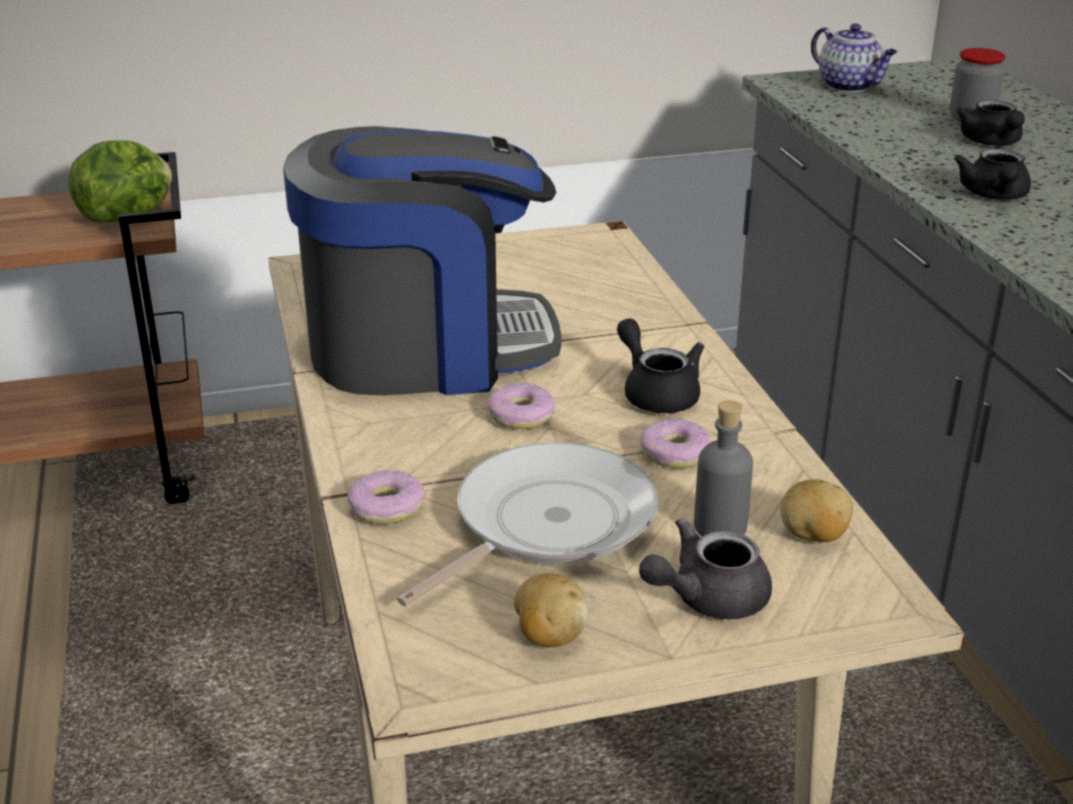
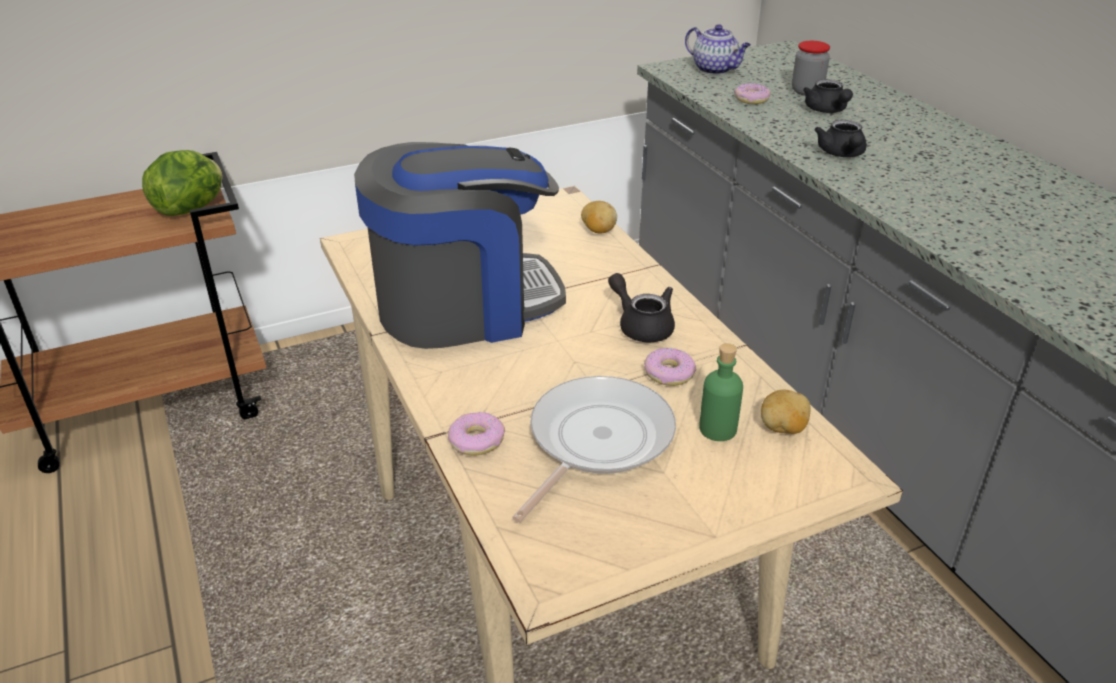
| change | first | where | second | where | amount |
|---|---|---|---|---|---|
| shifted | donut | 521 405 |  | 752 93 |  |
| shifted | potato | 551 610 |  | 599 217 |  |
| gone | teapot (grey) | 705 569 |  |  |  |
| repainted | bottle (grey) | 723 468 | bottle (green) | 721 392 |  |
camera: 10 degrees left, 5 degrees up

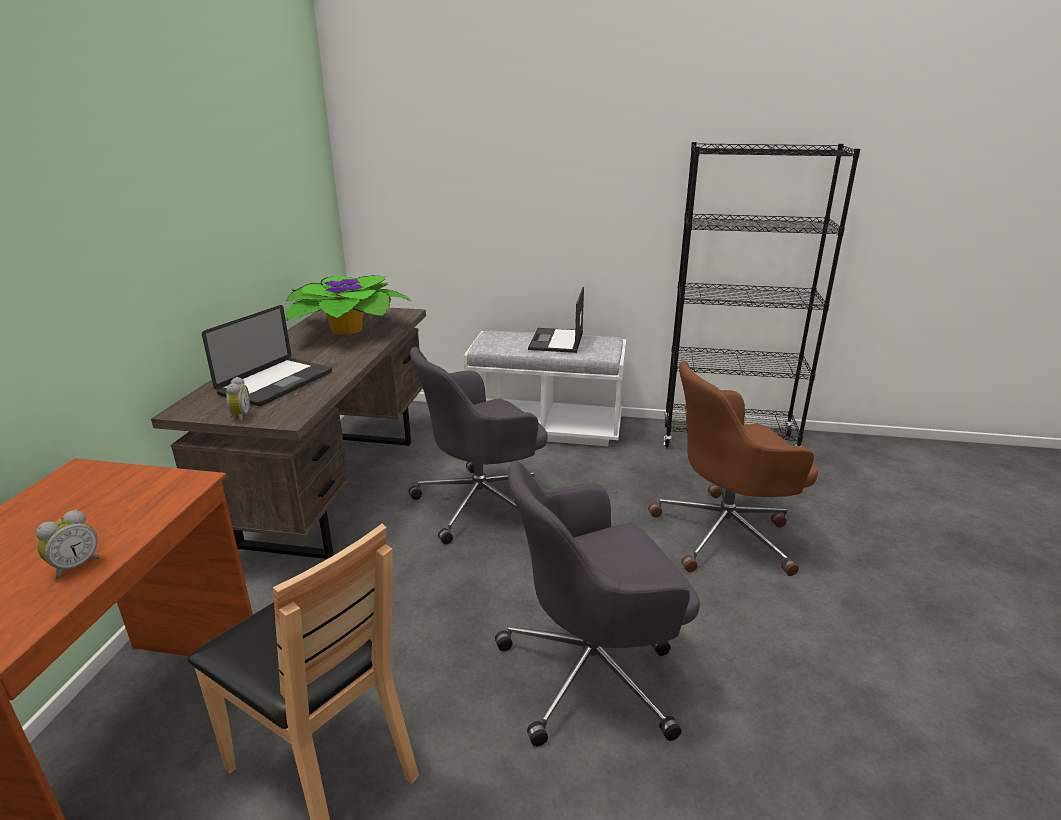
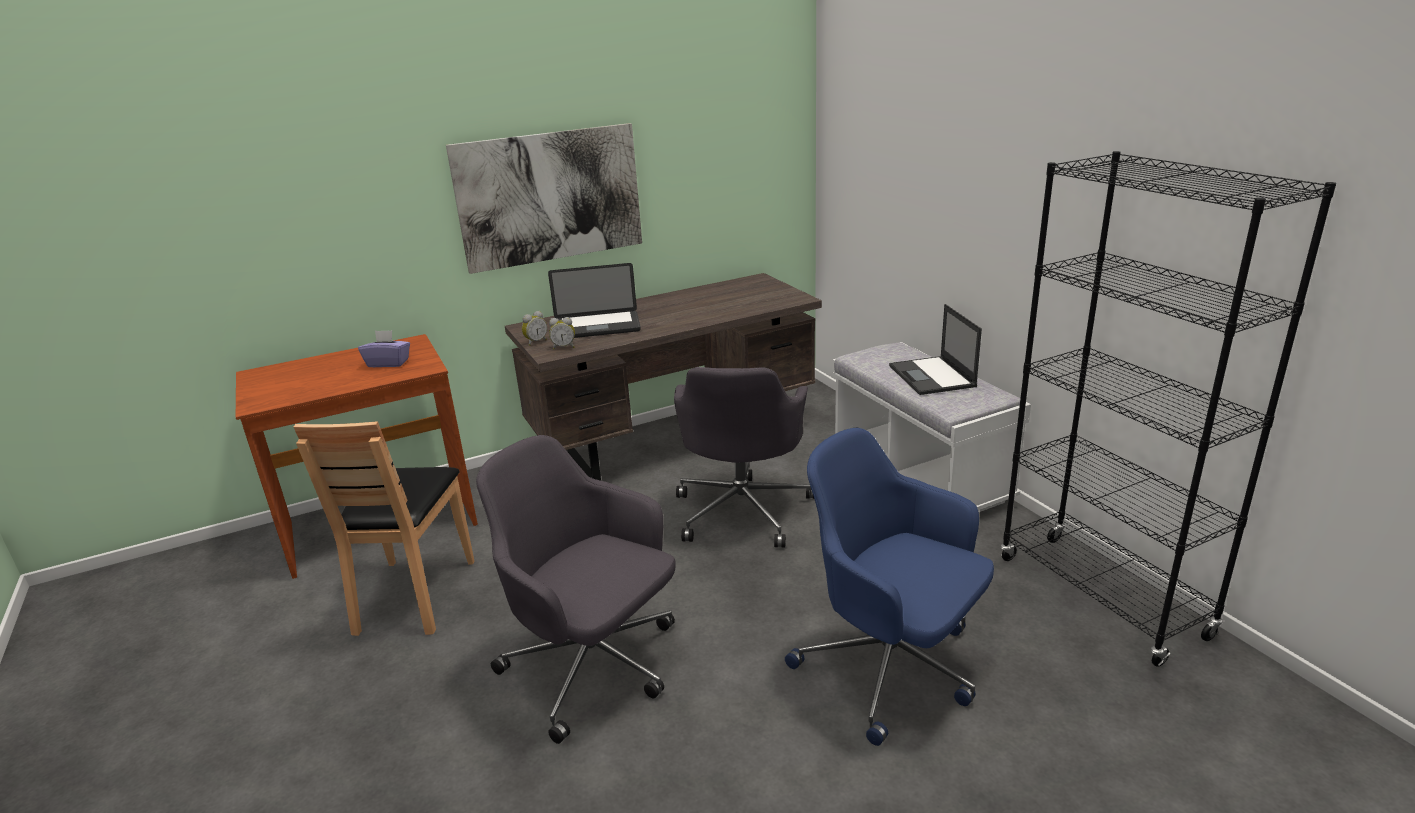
| change | first | where | second | where | amount |
|---|---|---|---|---|---|
| shifted | alarm clock | 68 544 |  | 562 333 |  |
| gone | potted plant | 348 305 |  |  |  |
| rotated | office chair (grey) | 478 445 |  | 744 457 | 105 degrees counterclockwise |
| rotated | laptop | 556 320 |  | 935 349 | 75 degrees counterclockwise |
| repainted | office chair (brown) | 733 468 | office chair (blue) | 889 587 |  |
| new |  |  | tissue box (purple) | 384 348 |  |
| new |  |  | picture | 544 198 |  |
camera: 55 degrees right, 0 degrees up

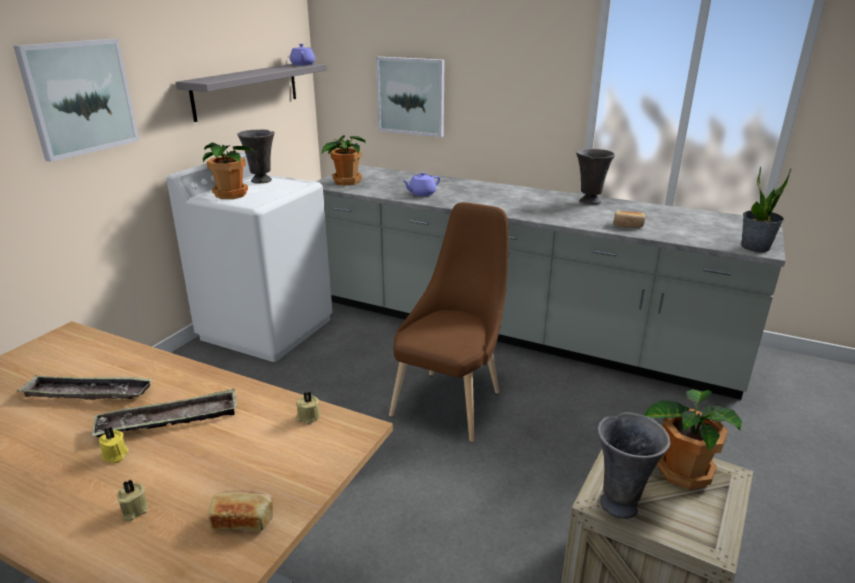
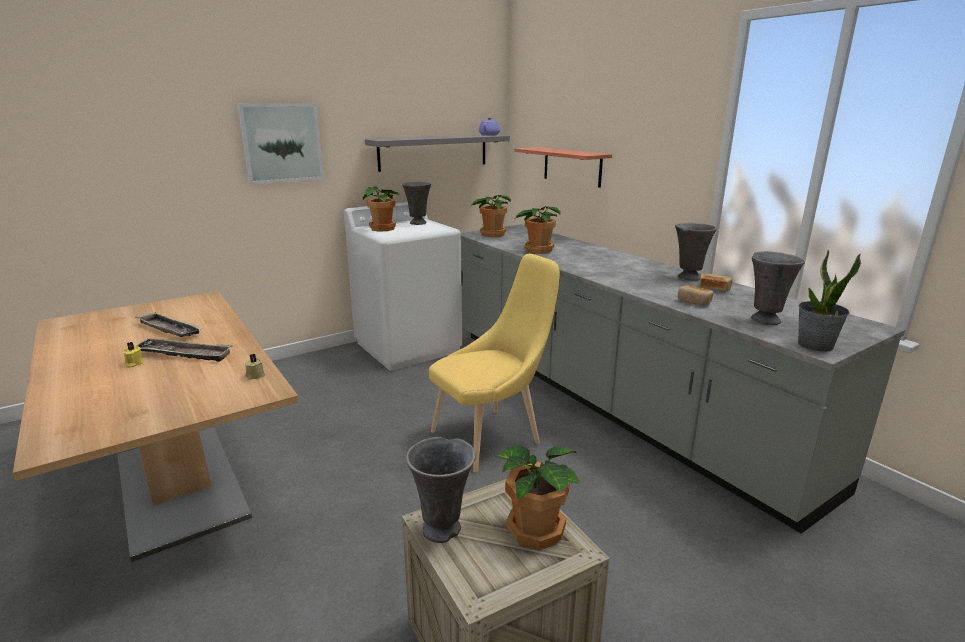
| change | first | where | second | where | amount |
|---|---|---|---|---|---|
| gone | candle (beige) | 132 500 |  |  |  |
| shifted | bread | 241 510 |  | 715 282 |  |
| swapped | picture | 410 97 | shelf | 563 167 |  |
| repainted | chair (brown) | 449 322 | chair (yellow) | 494 363 |  |
| swapped | teapot (purple) | 421 184 | potted plant | 538 230 |  |
| new |  |  | vase (grey) | 778 288 |  |
camera: 30 degrees right, 5 degrees down

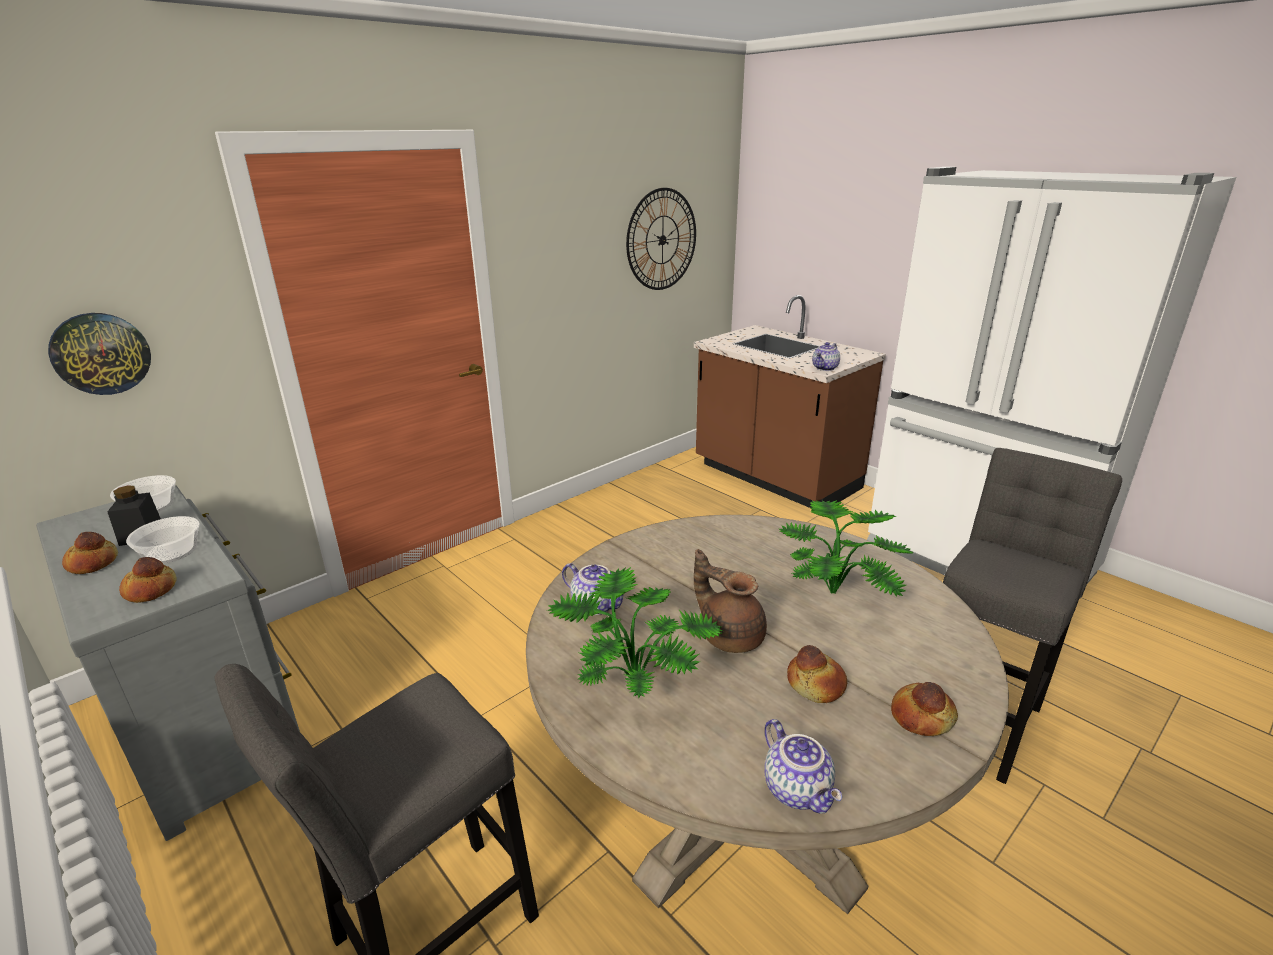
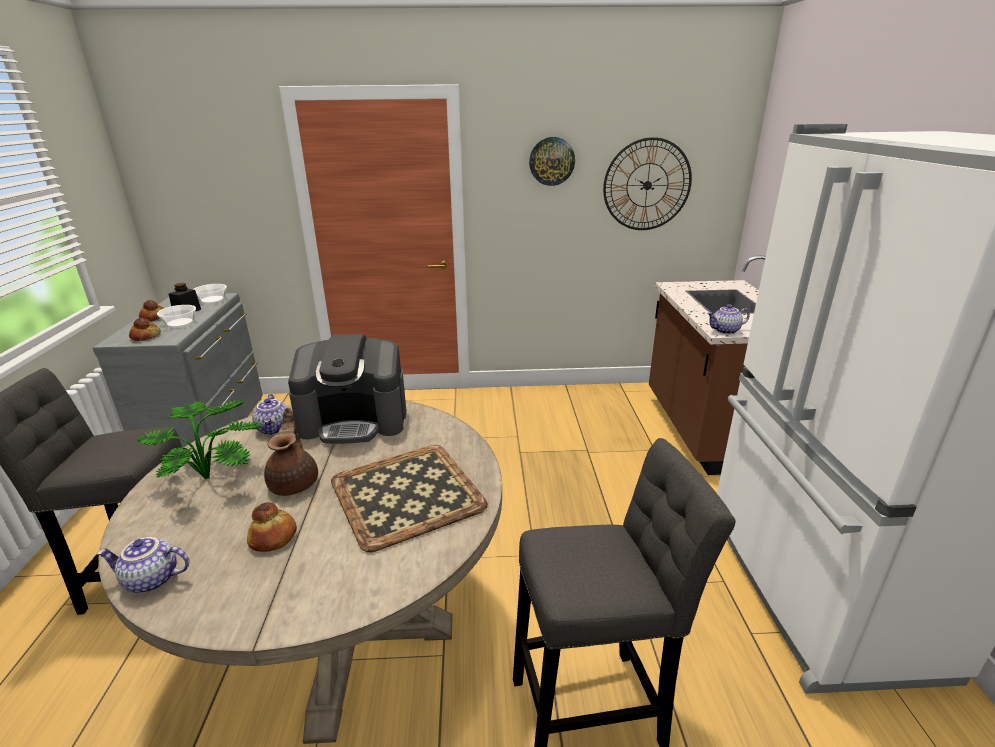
| change | first | where | second | where | amount |
|---|---|---|---|---|---|
| shifted | wall clock | 99 354 |  | 552 161 |  |
| rotated | teapot | 803 766 |  | 143 565 | 75 degrees clockwise |
| swapped | potted plant | 846 548 | tray | 409 498 |  |
| gone | bread | 924 709 |  |  |  |
| new |  |  | coffee machine | 347 389 |  |
camera: 40 degrees right, 0 degrees up

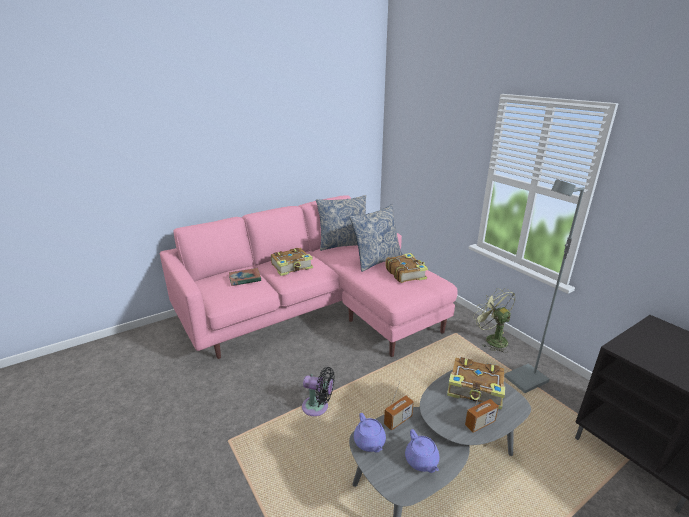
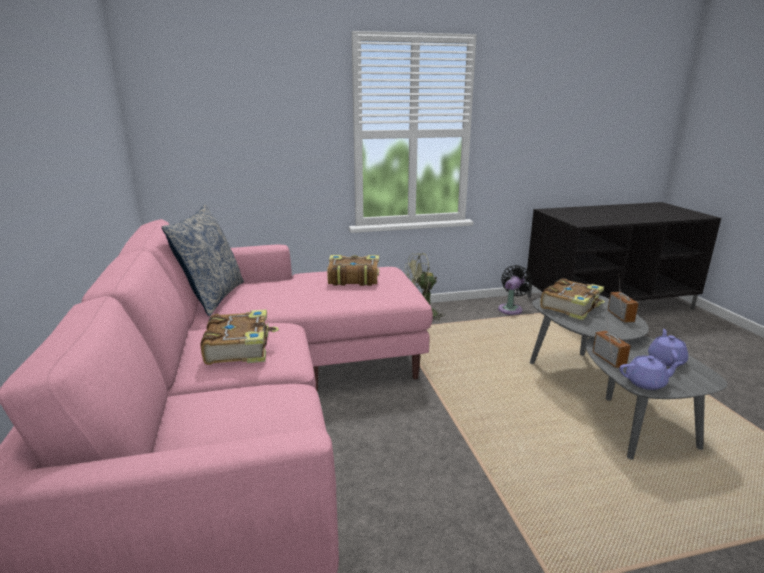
| change | first | where | second | where | amount |
|---|---|---|---|---|---|
| gone | book | 245 277 |  |  |  |
| shifted | fan (black) | 318 391 |  | 515 290 |  |
| gone | pillow | 376 238 |  |  |  |
| rotated | teapot (purple) | 422 451 |  | 668 348 | 75 degrees counterclockwise |
| gone | floor lamp (grey) | 544 286 |  |  |  |
camera: 70 degrees left, 5 degrees down

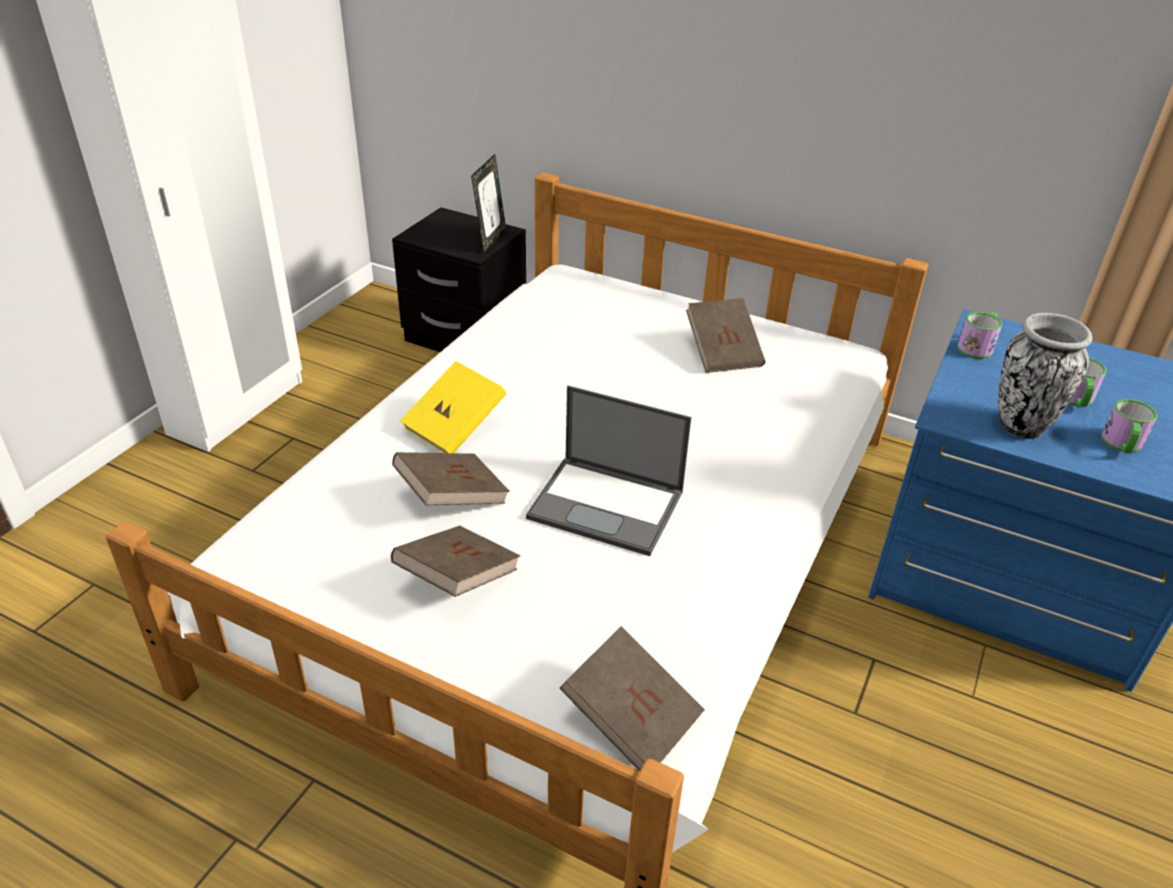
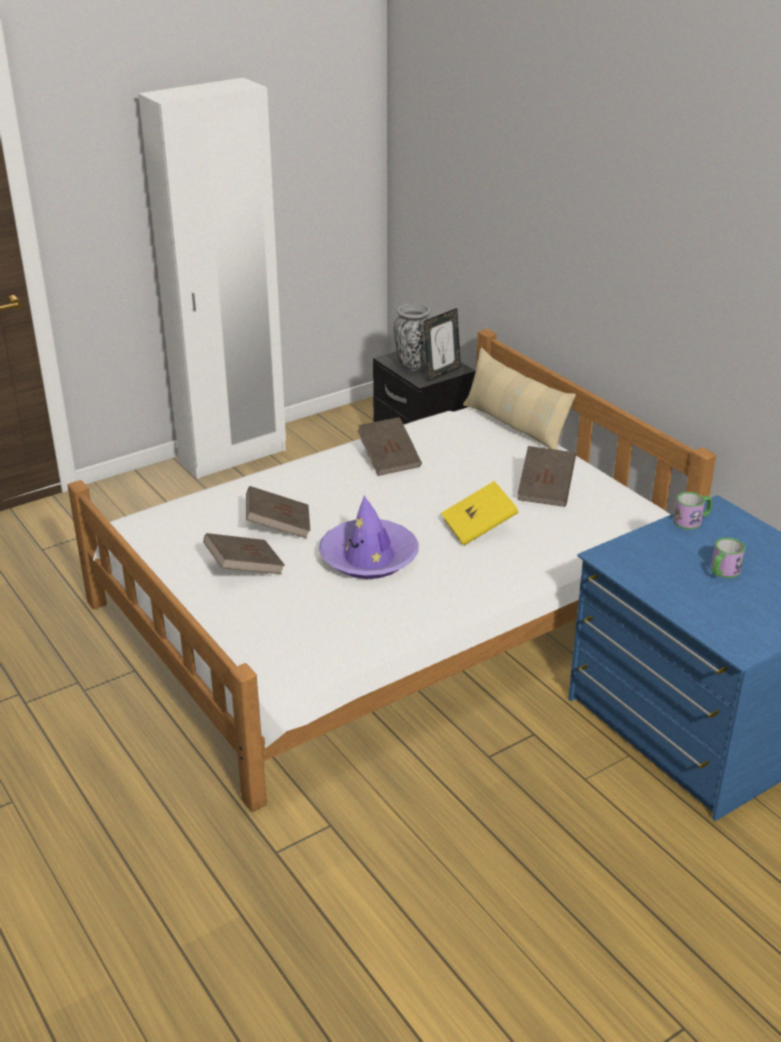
| change | first | where | second | where | amount |
|---|---|---|---|---|---|
| shifted | book (yellow) | 453 407 |  | 480 513 |  |
| swapped | laptop | 608 470 | hat (purple) | 369 537 |  |
| shifted | book (brown) | 632 698 |  | 389 446 |  |
| shifted | vase | 1045 376 |  | 412 337 |  |
| gone | mug | 1129 426 |  |  |  |
| new |  |  | pillow (beige) | 519 398 |  |
camera: 30 degrees right, 5 degrees down

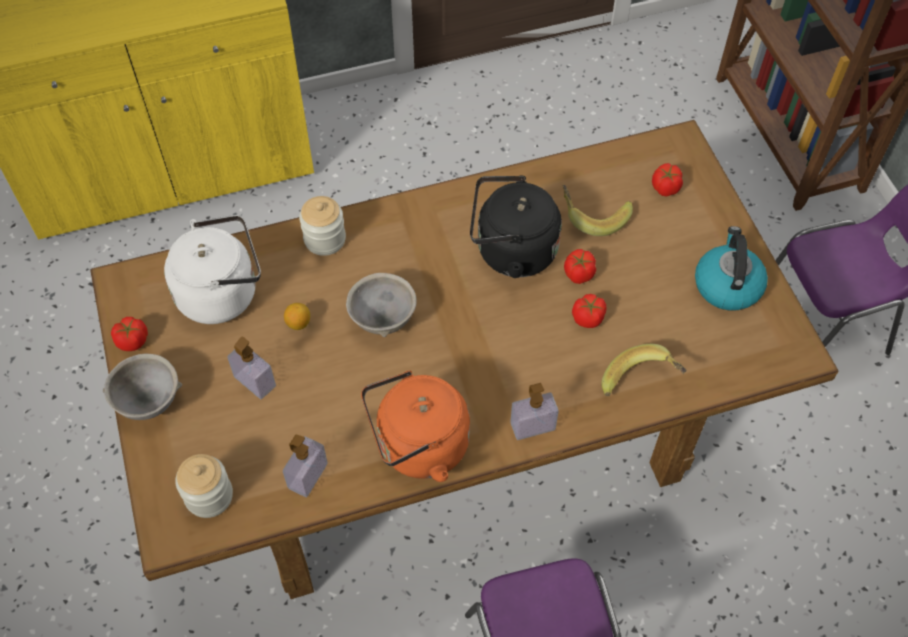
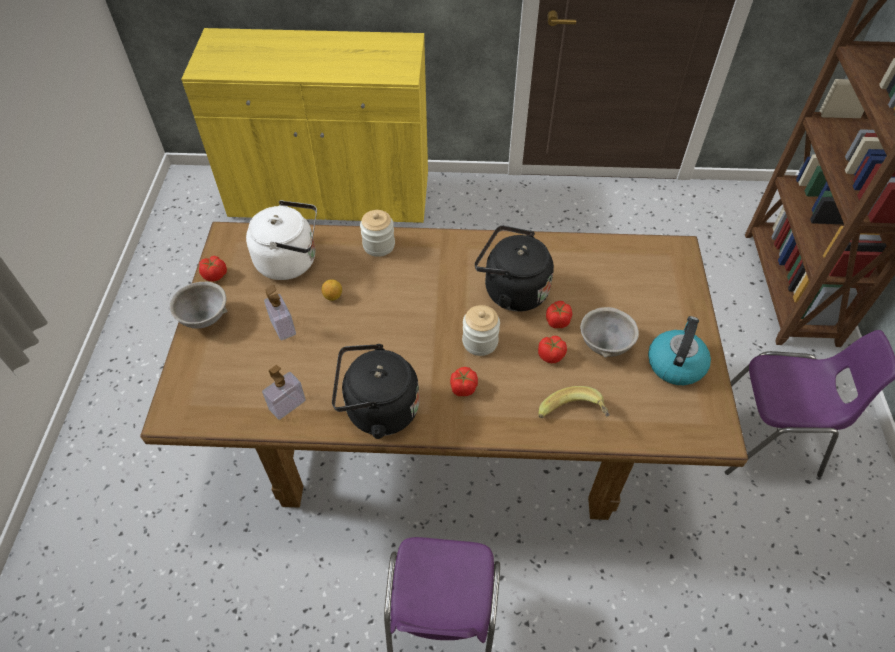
| change | first | where | second | where | amount |
|---|---|---|---|---|---|
| shifted | jar | 204 486 |  | 481 330 |  |
| shifted | bowl (grey) | 381 305 |  | 609 332 |  |
| repainted | kettle (orange) | 415 426 | kettle (black) | 375 391 |  |
| gone | soap dispenser | 534 411 |  |  |  |
| gone | banana | 598 210 |  |  |  |
| shifted | tomato | 667 180 |  | 464 381 |  |
camera: 20 degrees right, 5 degrees down

